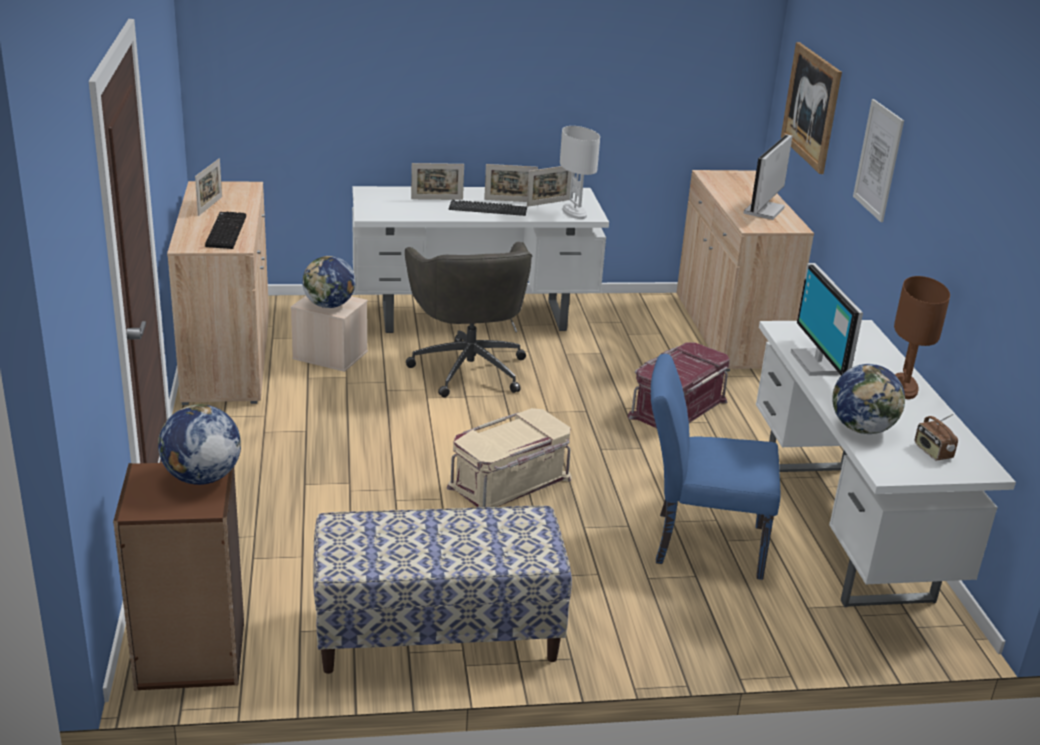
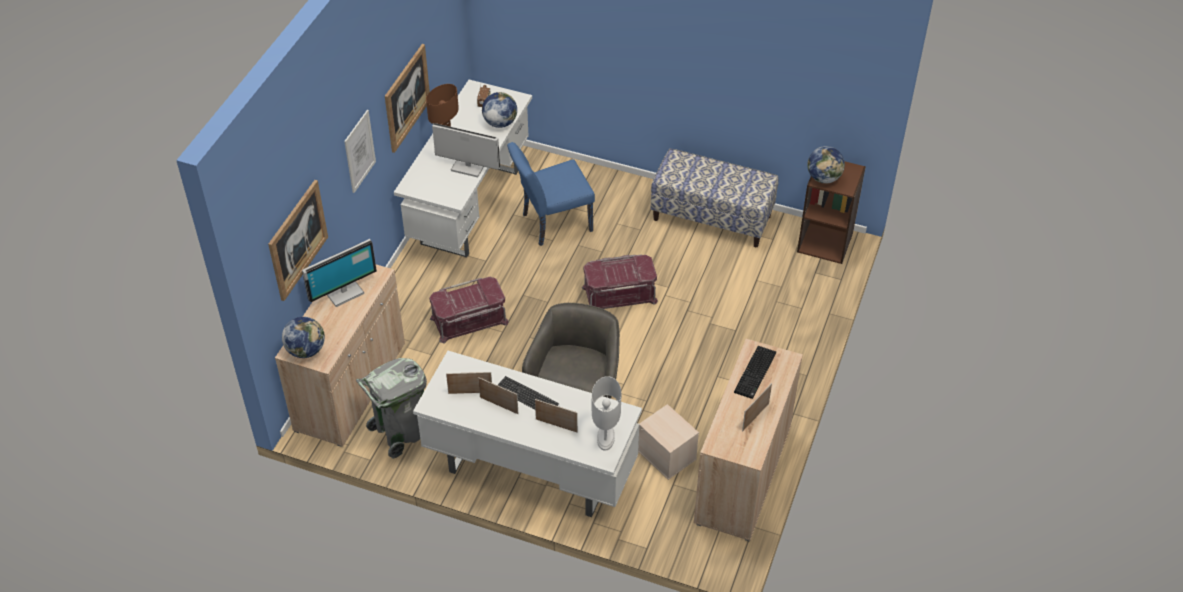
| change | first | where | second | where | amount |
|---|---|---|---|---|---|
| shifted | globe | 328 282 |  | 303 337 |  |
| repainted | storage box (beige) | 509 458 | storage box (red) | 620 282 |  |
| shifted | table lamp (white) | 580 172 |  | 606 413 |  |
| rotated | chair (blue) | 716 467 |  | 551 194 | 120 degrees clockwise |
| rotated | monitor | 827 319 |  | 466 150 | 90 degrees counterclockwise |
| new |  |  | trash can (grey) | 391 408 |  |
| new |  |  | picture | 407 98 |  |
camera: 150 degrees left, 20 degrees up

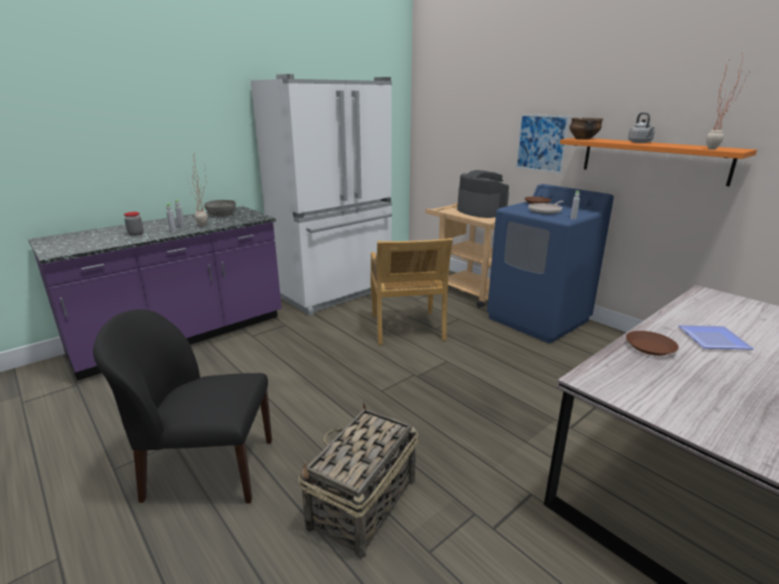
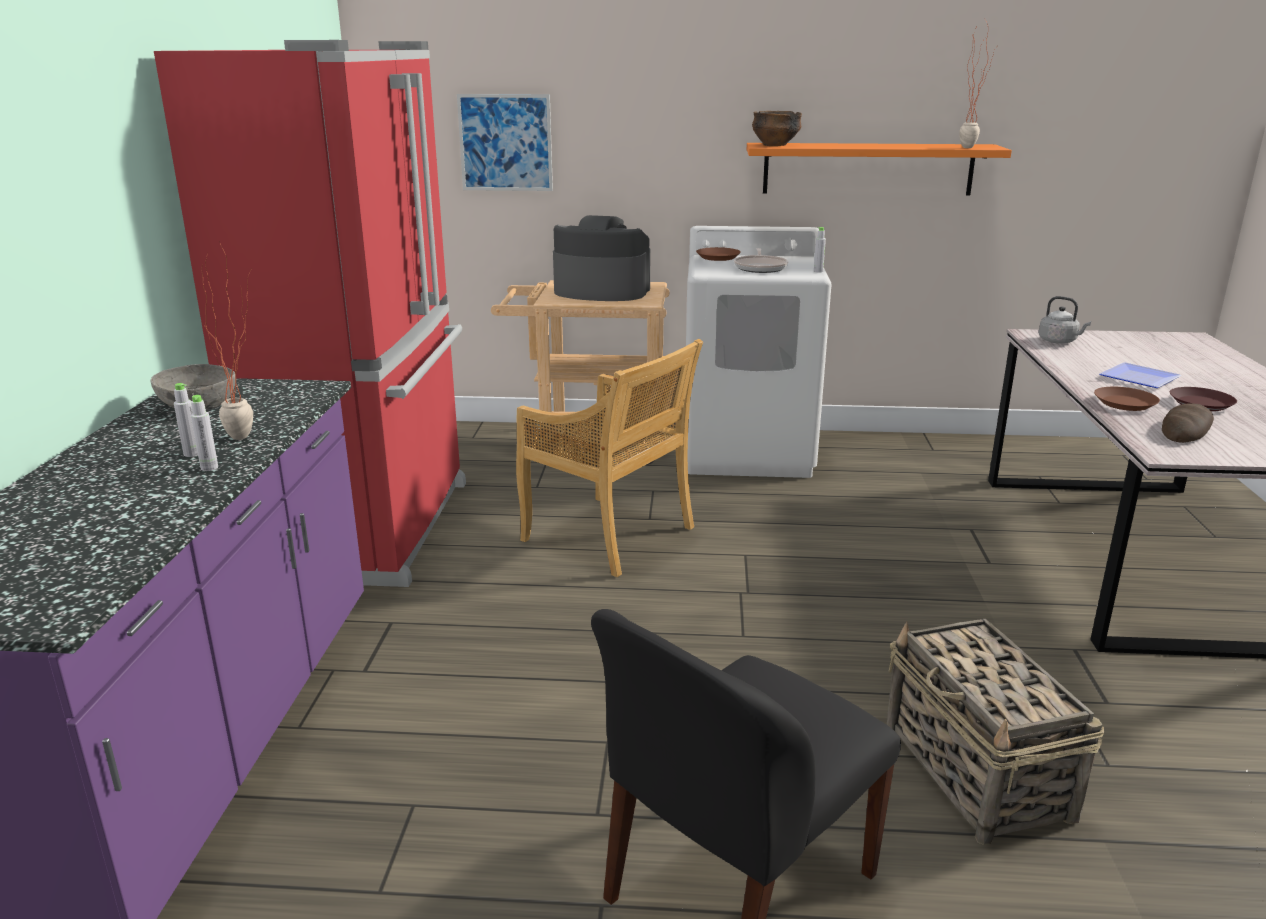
| change | first | where | second | where | amount |
|---|---|---|---|---|---|
| gone | jar | 134 224 |  |  |  |
| repainted | fridge (white) | 321 195 | fridge (red) | 310 313 |  |
| repainted | washing machine (blue) | 550 263 | washing machine (white) | 759 352 |  |
| shifted | picture | 542 144 |  | 505 142 |  |
| shifted | kettle (grey) | 641 127 |  | 1065 320 |  |
| new |  |  | bread | 1188 423 |  |
| new |  |  | plate (brown) | 1203 399 |  |
camera: 45 degrees left, 0 degrees up

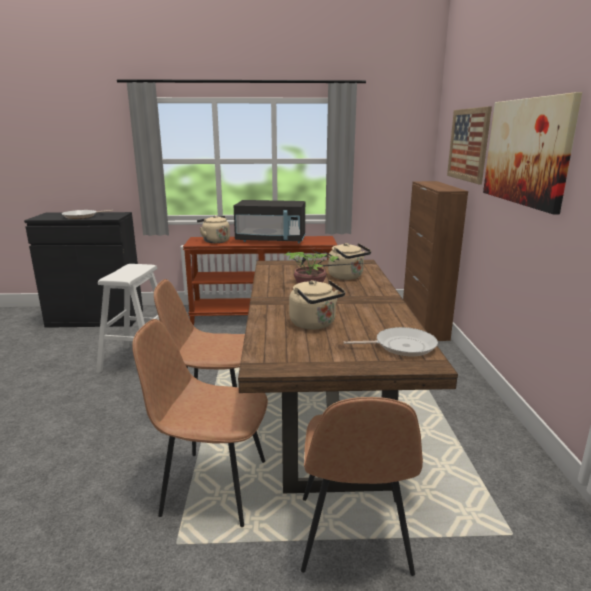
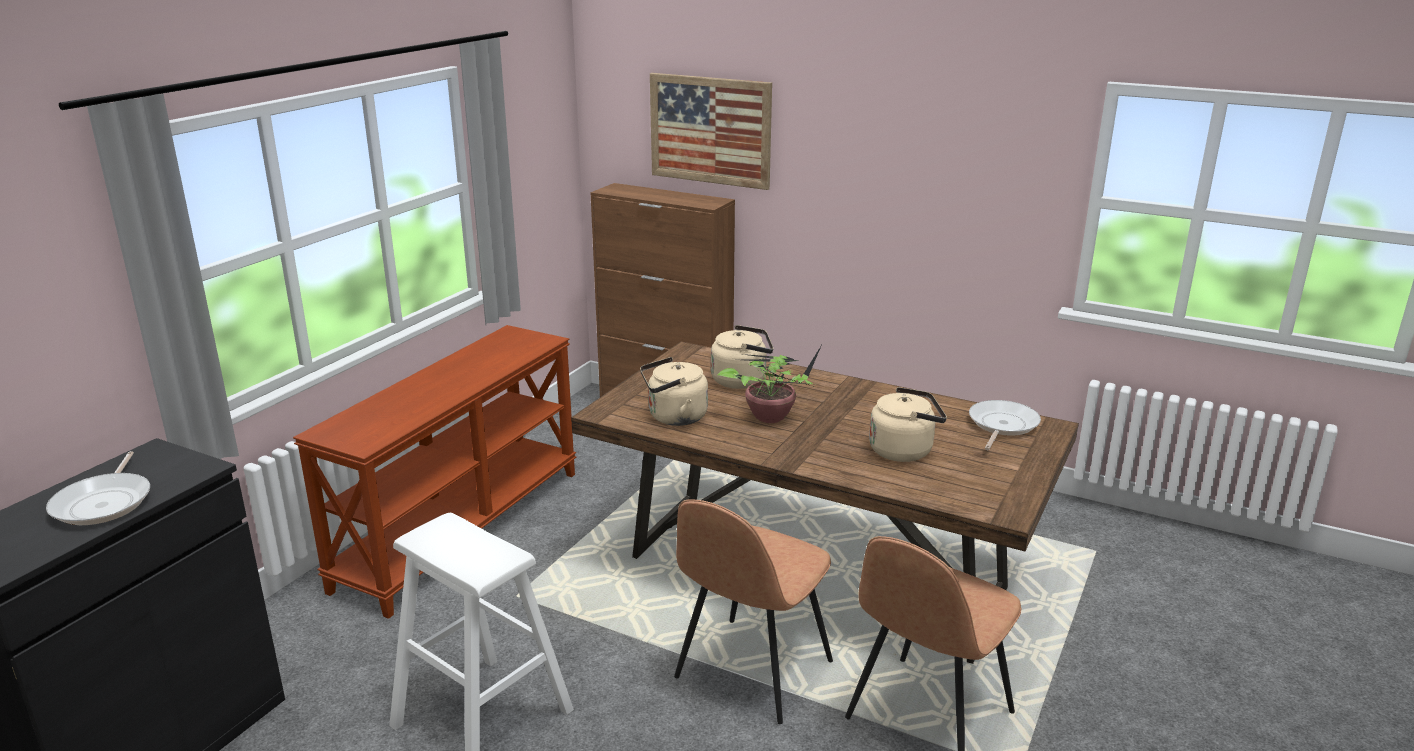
| change | first | where | second | where | amount |
|---|---|---|---|---|---|
| shifted | kettle (beige) | 213 229 |  | 674 391 |  |
| gone | microwave (black) | 269 221 |  |  |  |
| gone | chair (brown) | 362 486 |  |  |  |
| gone | picture | 532 153 |  |  |  |
camera: 60 degrees left, 5 degrees up

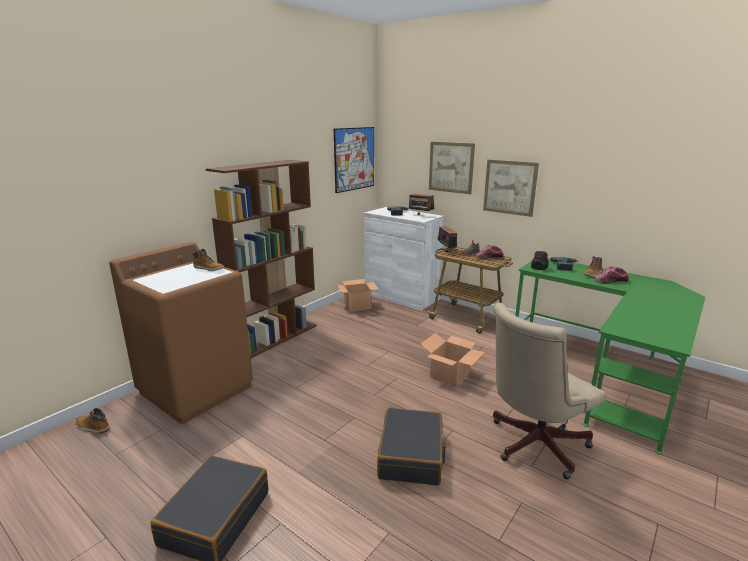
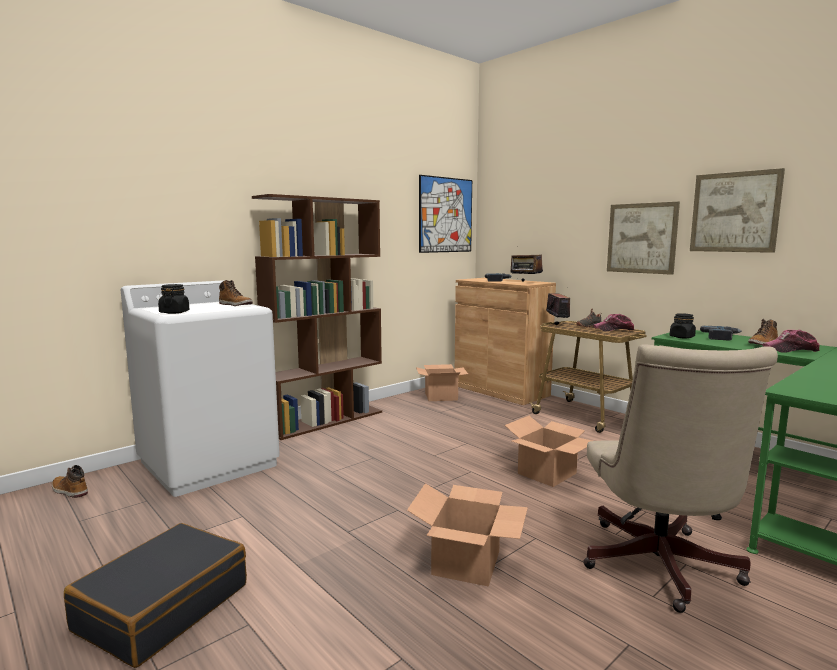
| change | first | where | second | where | amount |
|---|---|---|---|---|---|
| repainted | washing machine (brown) | 181 333 | washing machine (white) | 200 388 |  |
| repainted | cabinet (white) | 404 259 | cabinet (brown) | 505 341 |  |
| swapped | suitcase (black) | 411 447 | cardboard box | 467 535 |  |
| shifted | picture | 452 168 |  | 737 210 |  |
| rotated | office chair (beige) | 549 391 |  | 680 478 | 60 degrees counterclockwise |
| new |  |  | jar (black) | 173 299 |  |
camera: 10 degrees right, 10 degrees down

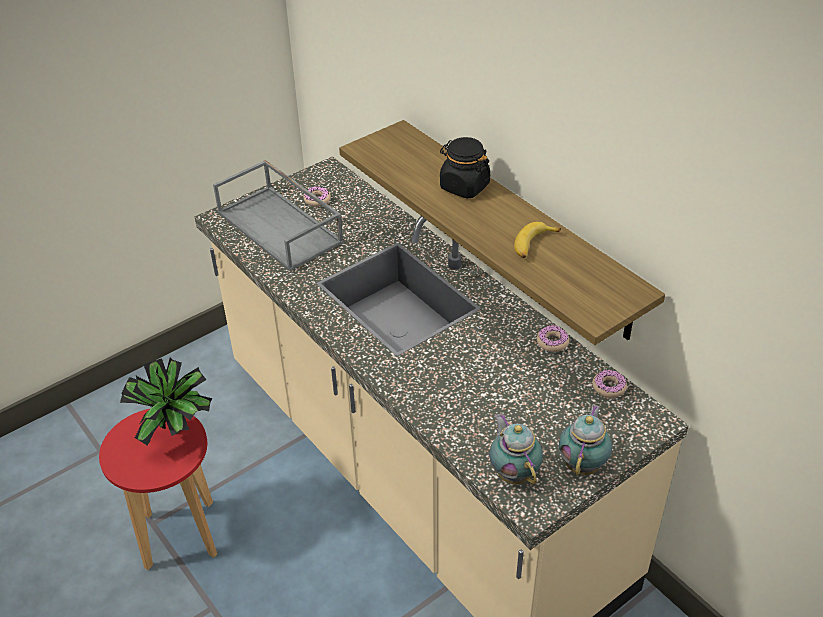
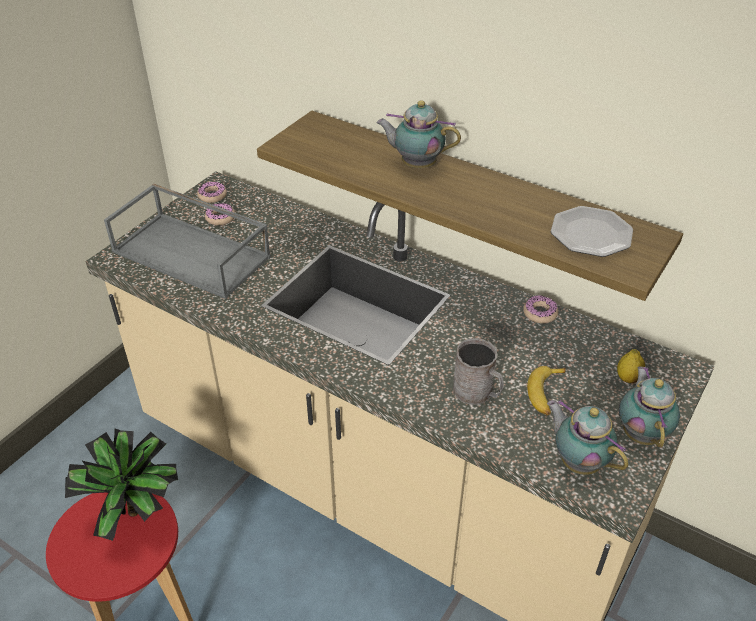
| change | first | where | second | where | amount |
|---|---|---|---|---|---|
| swapped | jar (black) | 465 168 | teapot | 418 134 |  |
| shifted | banana | 537 240 |  | 546 391 |  |
| shifted | donut | 609 384 |  | 212 192 |  |
| new |  |  | mug (grey) | 478 371 |  |
| new |  |  | plate | 592 231 |  |
| new |  |  | lemon | 631 366 |  |
camera: 20 degrees left, 0 degrees up

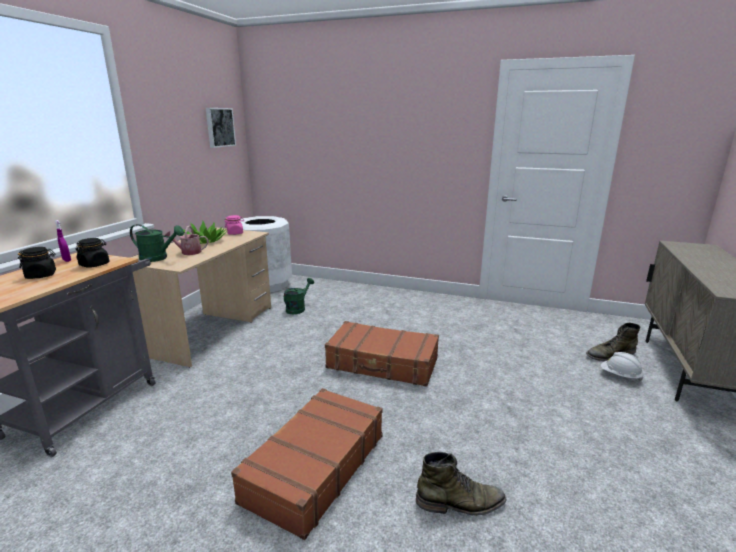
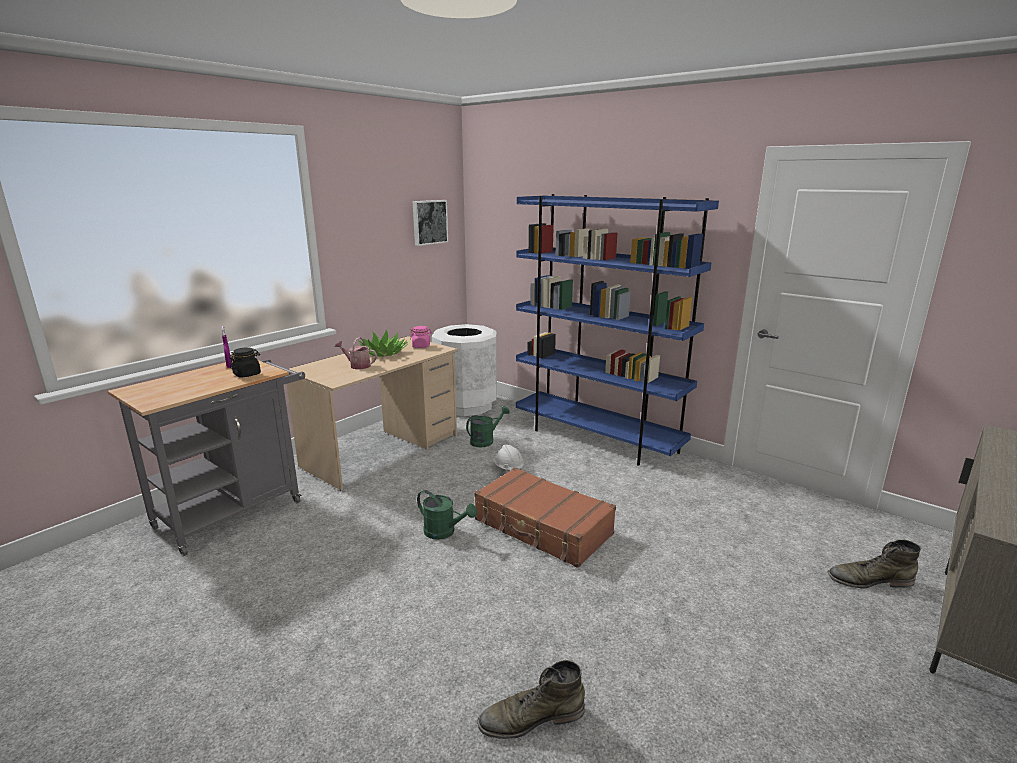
| change | first | where | second | where | amount |
|---|---|---|---|---|---|
| gone | jar (black) | 37 263 |  |  |  |
| shifted | watering can (green) | 157 243 |  | 447 515 |  |
| gone | suitcase (brown) | 307 464 |  |  |  |
| rotated | boot (green) | 461 484 |  | 531 699 | 150 degrees clockwise |
| shifted | hard hat (white) | 622 367 |  | 508 458 |  |
| new |  |  | bookcase (blue) | 617 330 |  |
camera: 20 degrees right, 0 degrees up

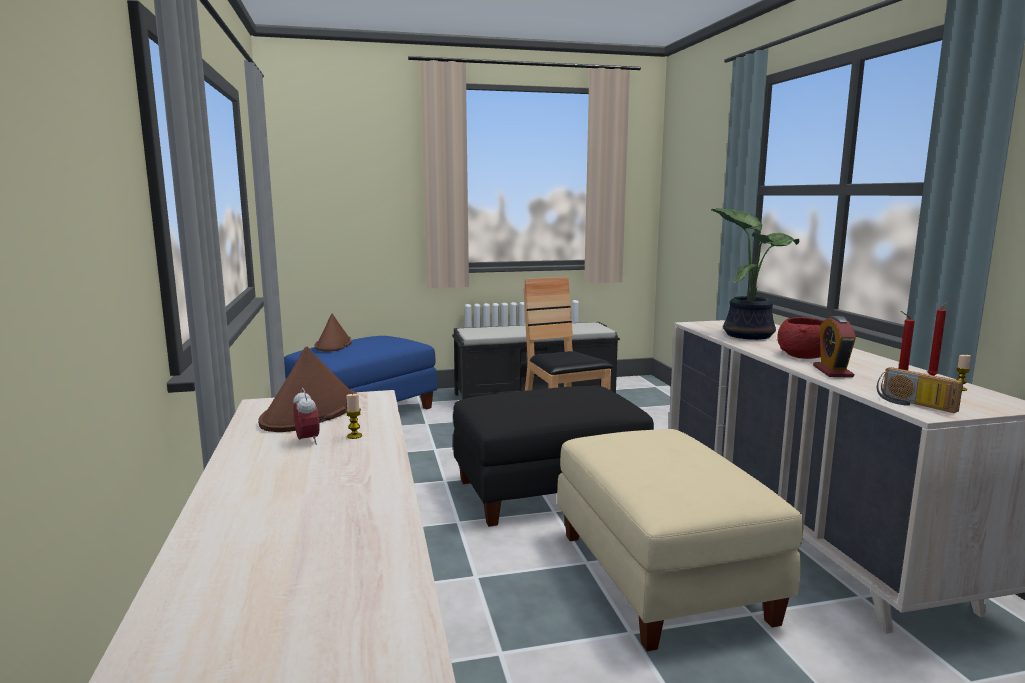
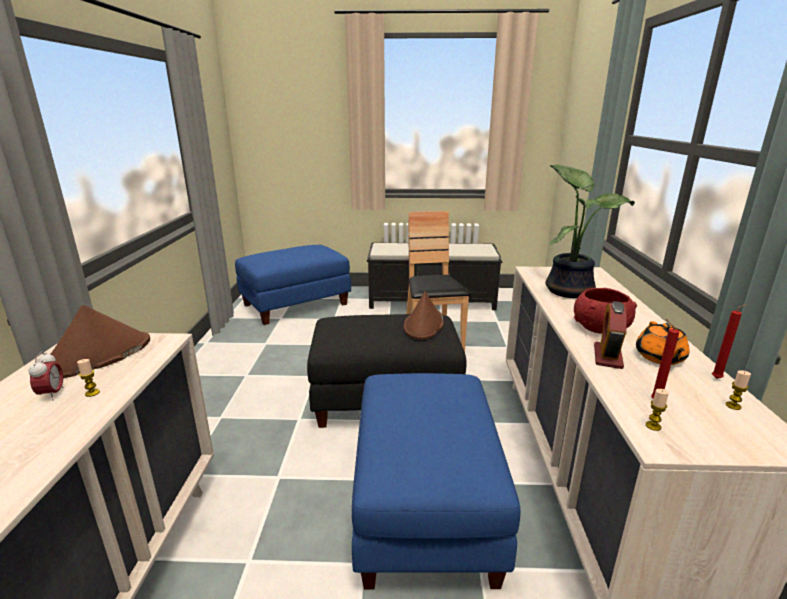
| change | first | where | second | where | amount |
|---|---|---|---|---|---|
| shifted | hat (brown) | 333 332 |  | 424 315 |  |
| repainted | ottoman (beige) | 680 540 | ottoman (blue) | 436 481 |  |
| swapped | radio | 920 390 | candle | 657 410 |  |
| new |  |  | teapot (orange) | 662 343 |  |
camera: 15 degrees right, 10 degrees up

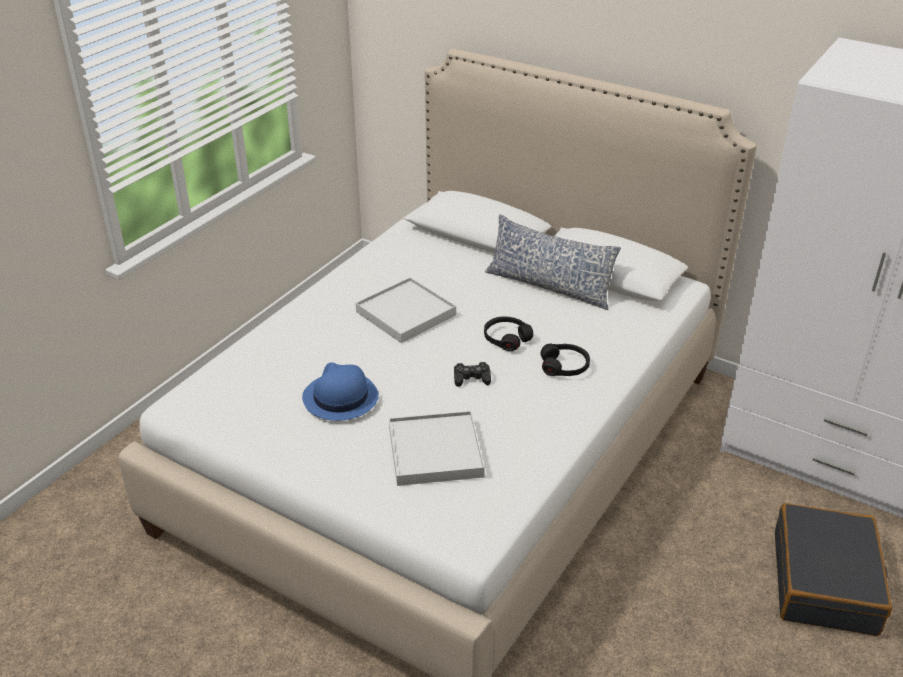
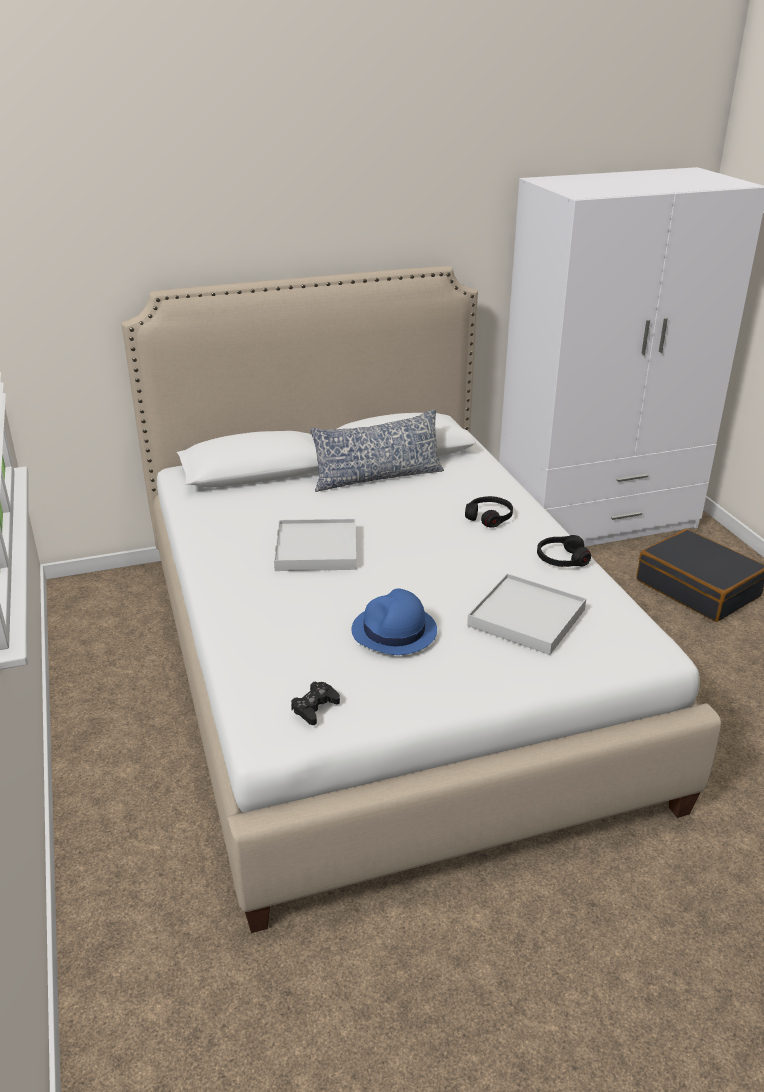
| change | first | where | second | where | amount |
|---|---|---|---|---|---|
| shifted | game controller (black) | 472 374 |  | 315 703 |  |
| shifted | headphones (black) | 508 334 |  | 564 551 |  |
camera: 50 degrees left, 5 degrees down

